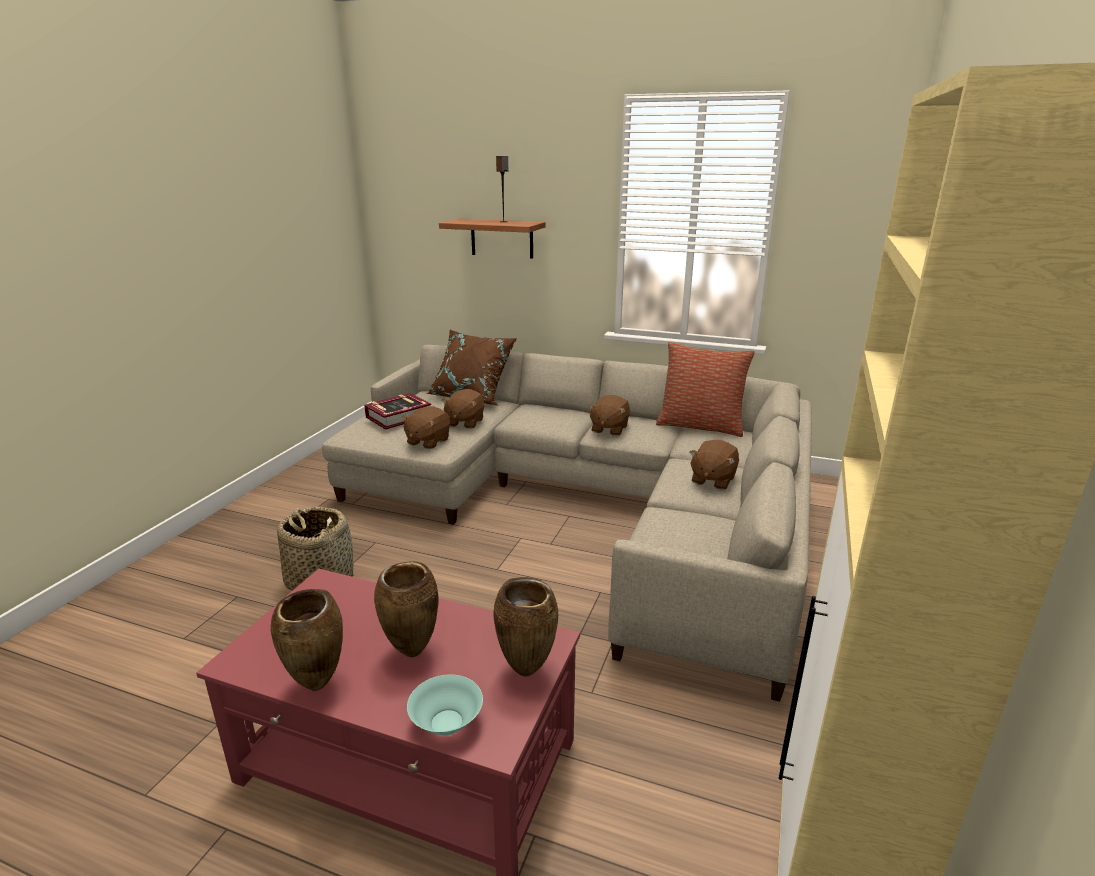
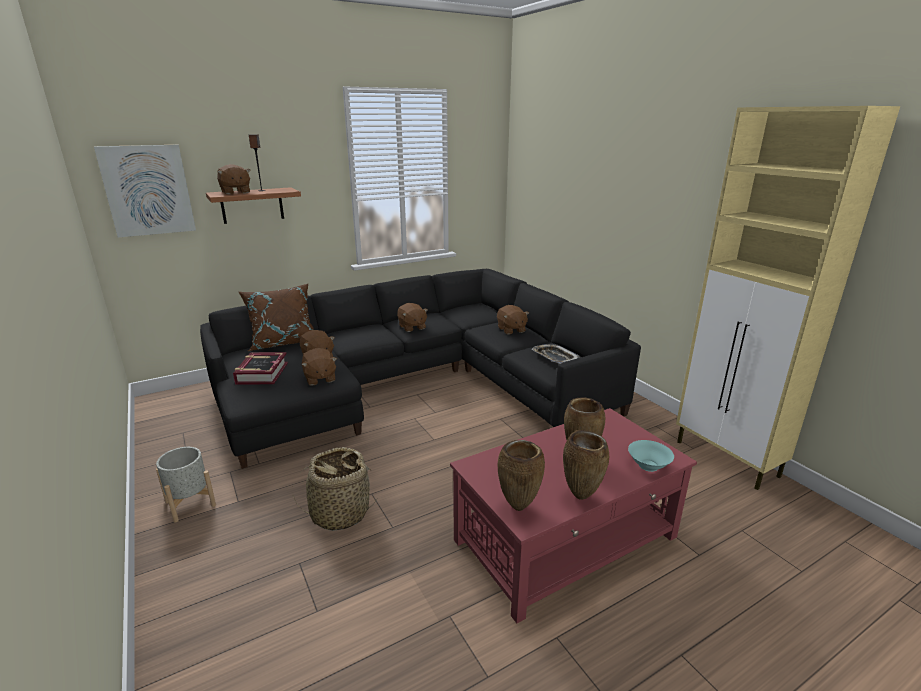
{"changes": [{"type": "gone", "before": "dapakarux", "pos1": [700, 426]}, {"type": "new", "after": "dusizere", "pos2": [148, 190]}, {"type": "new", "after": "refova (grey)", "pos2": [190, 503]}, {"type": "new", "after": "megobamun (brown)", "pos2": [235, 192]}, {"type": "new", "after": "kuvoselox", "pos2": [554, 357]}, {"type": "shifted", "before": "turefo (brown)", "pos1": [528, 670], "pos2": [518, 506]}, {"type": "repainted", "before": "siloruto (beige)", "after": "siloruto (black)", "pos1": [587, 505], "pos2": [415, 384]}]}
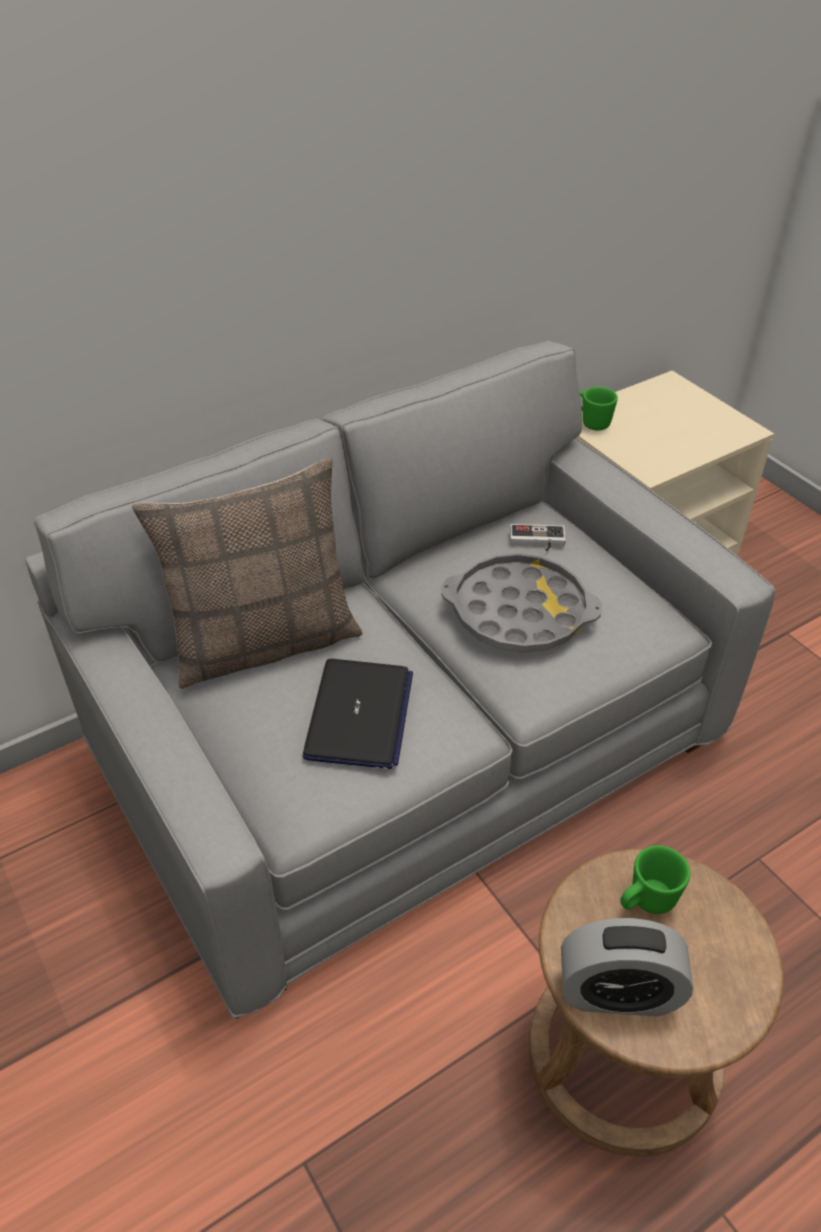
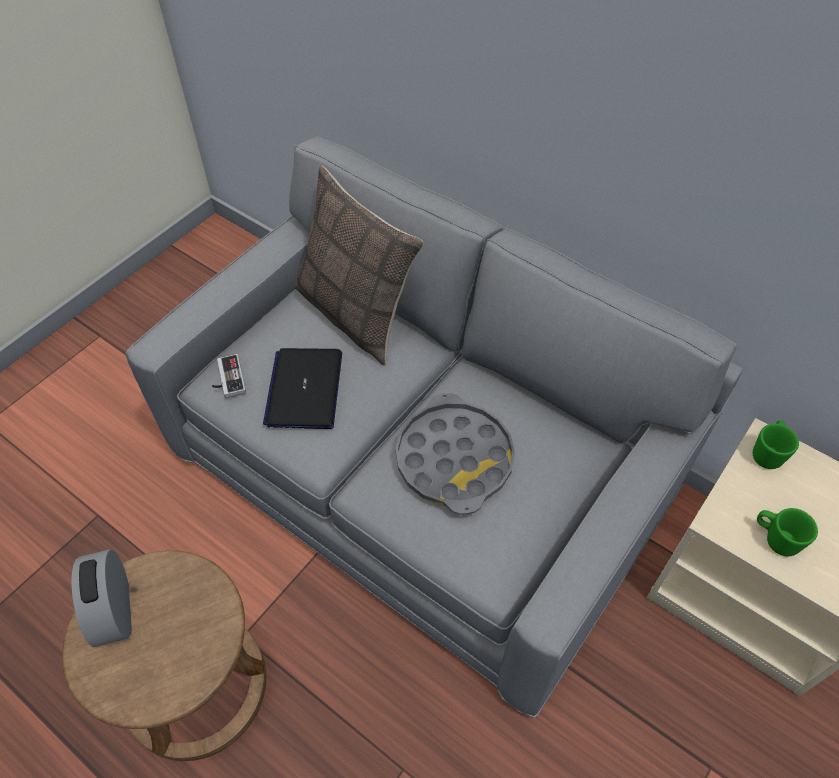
{"changes": [{"type": "shifted", "before": "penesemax", "pos1": [537, 542], "pos2": [227, 379]}, {"type": "shifted", "before": "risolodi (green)", "pos1": [646, 901], "pos2": [775, 539]}, {"type": "rotated", "before": "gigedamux", "pos1": [359, 715], "pos2": [304, 389], "turn": 105}]}
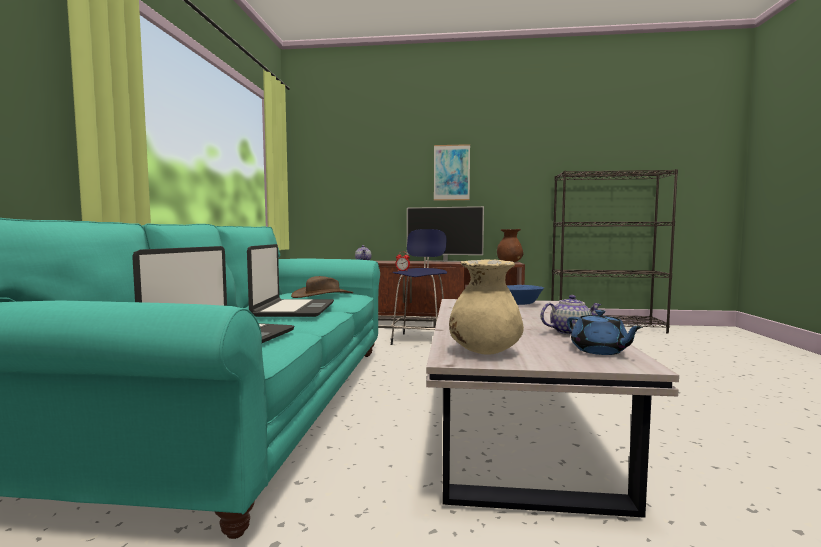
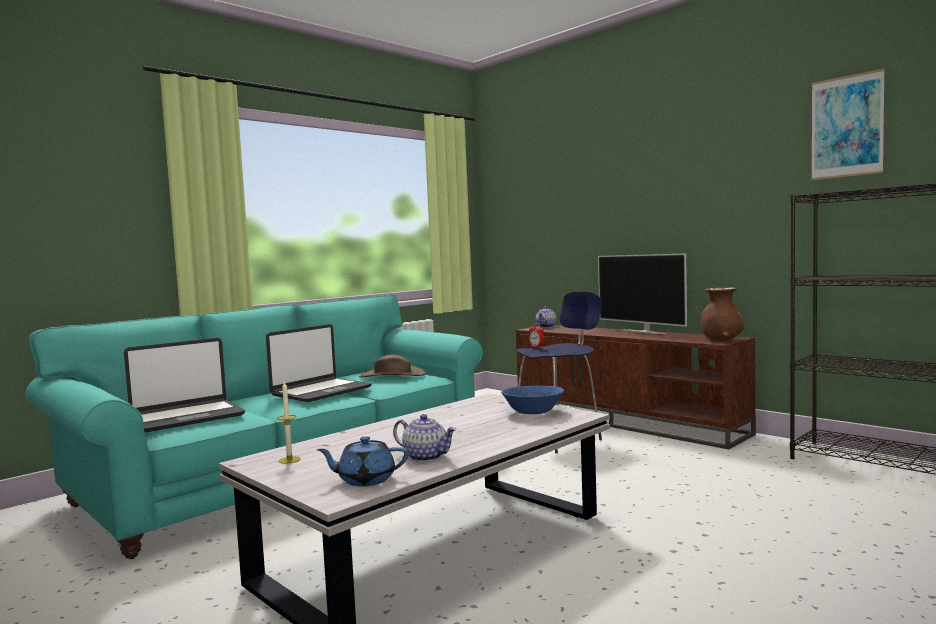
{"changes": [{"type": "shifted", "before": "dusizere", "pos1": [451, 172], "pos2": [846, 126]}, {"type": "swapped", "before": "turefo (beige)", "after": "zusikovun", "pos1": [484, 352], "pos2": [289, 460]}, {"type": "rotated", "before": "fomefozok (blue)", "pos1": [599, 351], "pos2": [365, 480], "turn": 75}]}
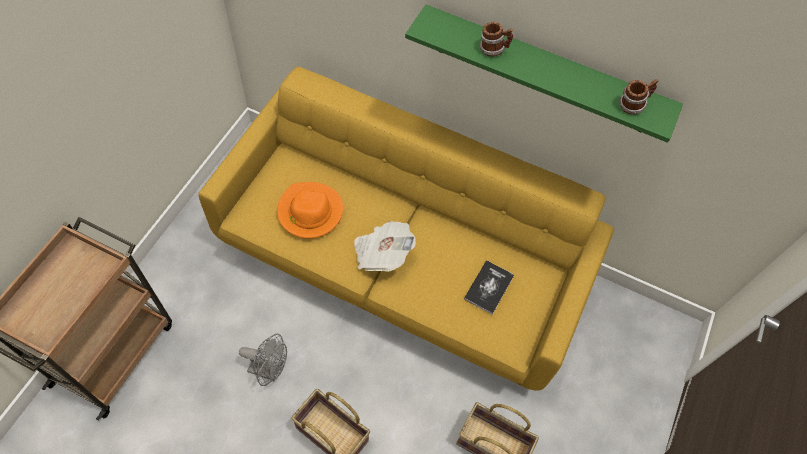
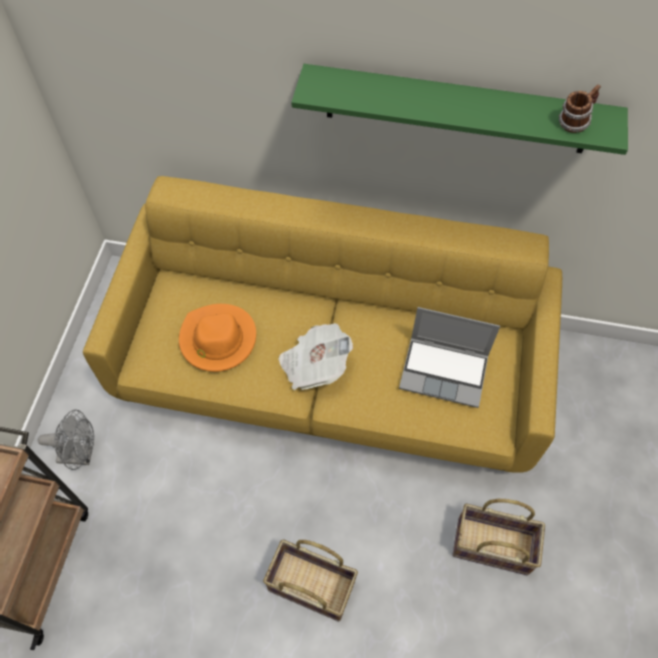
{"changes": [{"type": "gone", "before": "risolodi", "pos1": [493, 50]}, {"type": "shifted", "before": "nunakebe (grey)", "pos1": [269, 370], "pos2": [81, 455]}, {"type": "swapped", "before": "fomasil", "after": "gigedamux", "pos1": [489, 287], "pos2": [445, 371]}]}
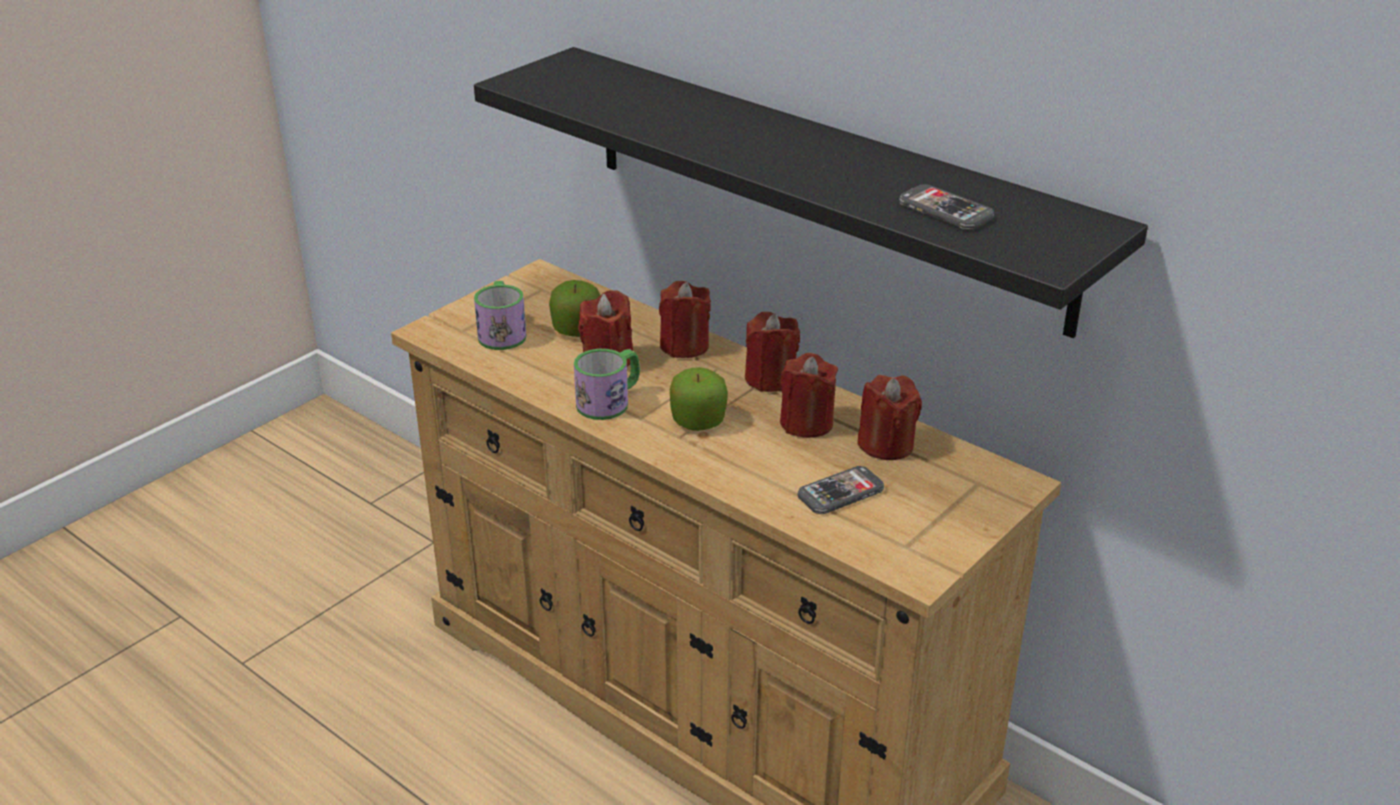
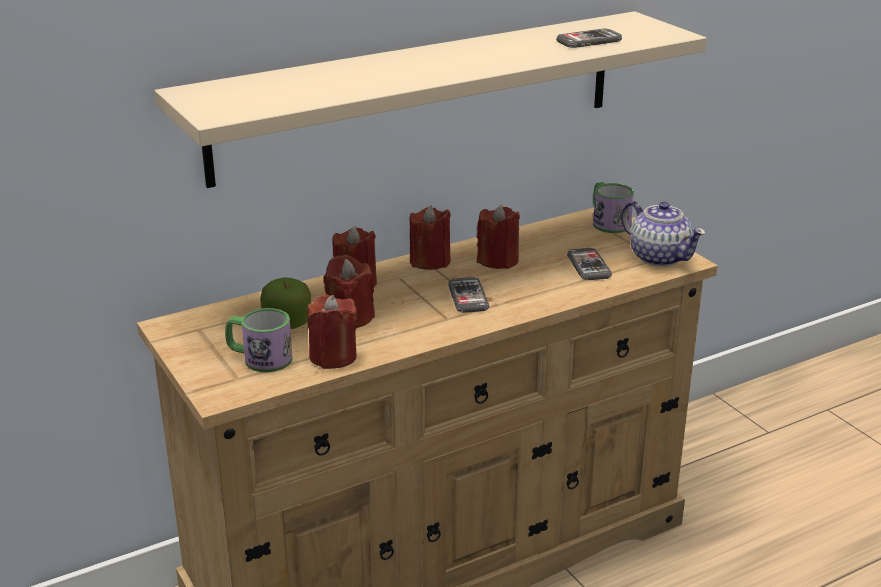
{"changes": [{"type": "new", "after": "fomefozok", "pos2": [659, 257]}, {"type": "shifted", "before": "risolodi", "pos1": [610, 401], "pos2": [607, 222]}, {"type": "shifted", "before": "zusikovun (red)", "pos1": [886, 445], "pos2": [333, 357]}, {"type": "swapped", "before": "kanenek", "after": "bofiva", "pos1": [698, 421], "pos2": [468, 297]}, {"type": "repainted", "before": "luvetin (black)", "after": "luvetin (beige)", "pos1": [820, 184], "pos2": [419, 95]}]}
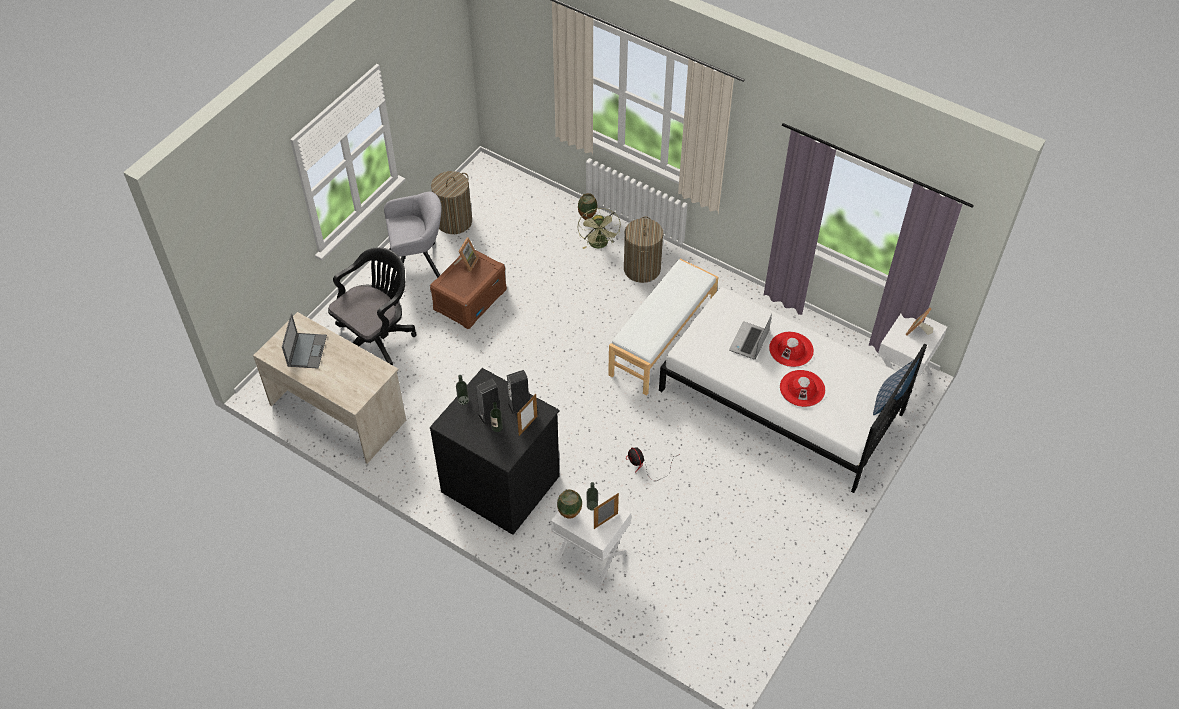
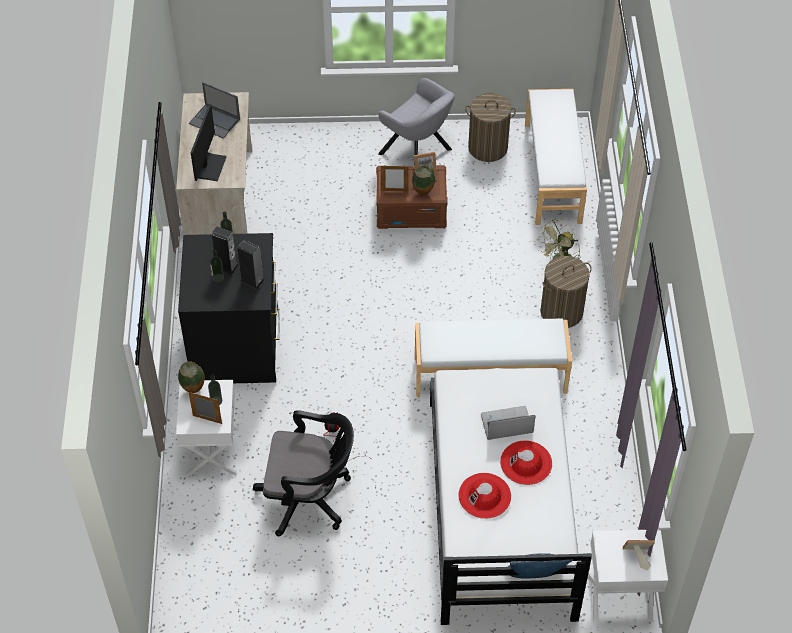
{"changes": [{"type": "new", "after": "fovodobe", "pos2": [210, 166]}, {"type": "new", "after": "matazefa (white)", "pos2": [553, 173]}, {"type": "shifted", "before": "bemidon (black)", "pos1": [377, 338], "pos2": [309, 498]}, {"type": "shifted", "before": "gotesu", "pos1": [528, 426], "pos2": [394, 190]}, {"type": "shifted", "before": "turefo", "pos1": [587, 218], "pos2": [423, 194]}, {"type": "rotated", "before": "gigedamux", "pos1": [307, 350], "pos2": [215, 121], "turn": 60}]}
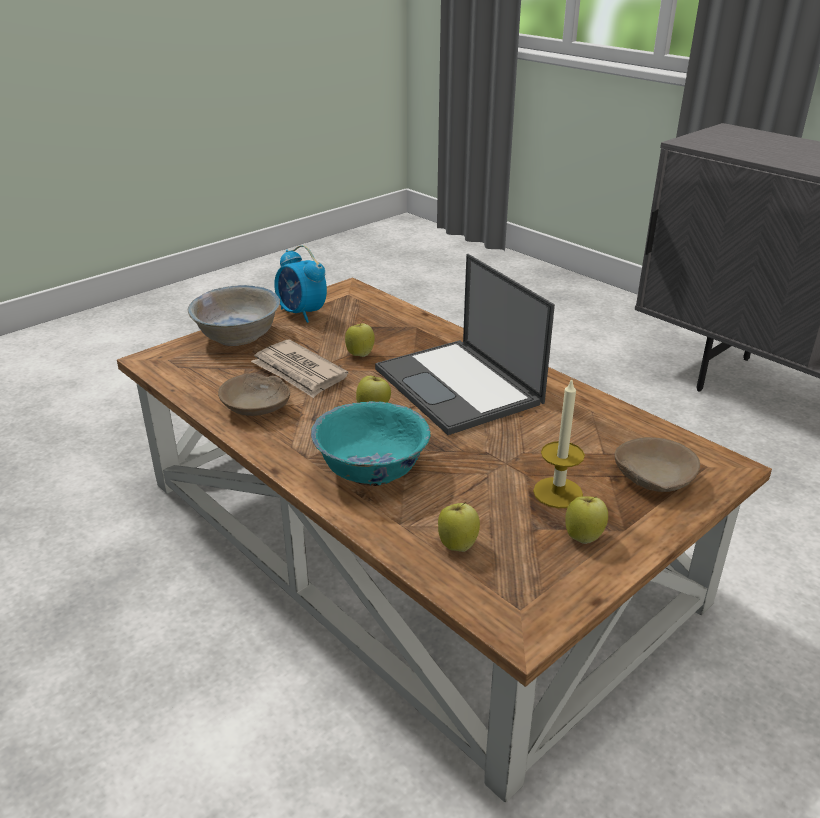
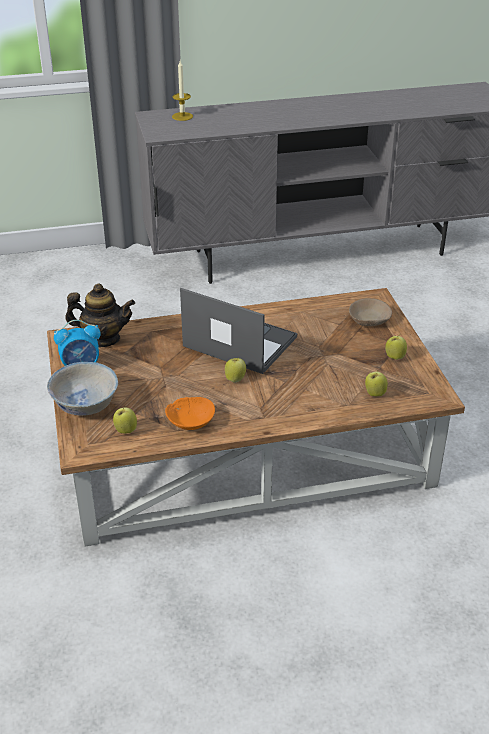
{"changes": [{"type": "gone", "before": "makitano", "pos1": [299, 372]}, {"type": "gone", "before": "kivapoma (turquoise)", "pos1": [371, 468]}, {"type": "new", "after": "fomefozok", "pos2": [103, 339]}, {"type": "shifted", "before": "kanenek", "pos1": [360, 354], "pos2": [125, 430]}, {"type": "shifted", "before": "zusikovun", "pos1": [558, 492], "pos2": [182, 116]}, {"type": "repainted", "before": "kivapoma (beige)", "after": "kivapoma (orange)", "pos1": [256, 406], "pos2": [190, 421]}, {"type": "rotated", "before": "gigedamux", "pos1": [459, 386], "pos2": [238, 341], "turn": -150}]}
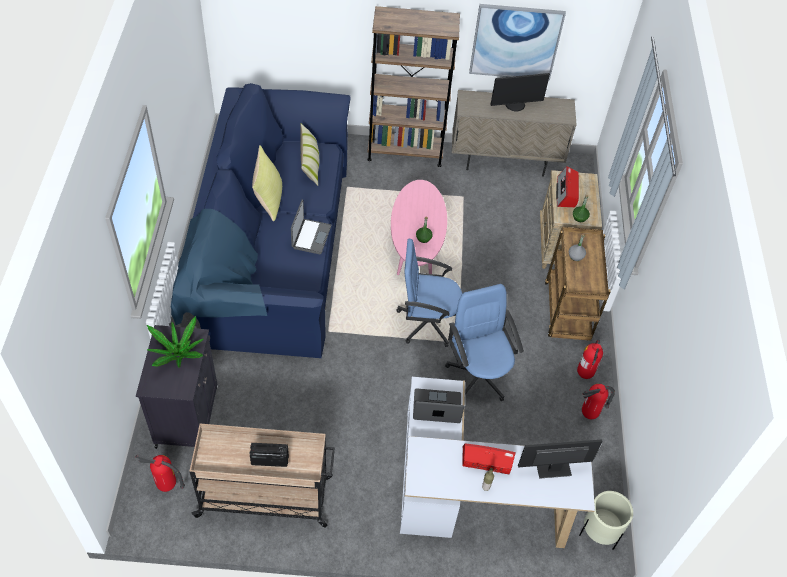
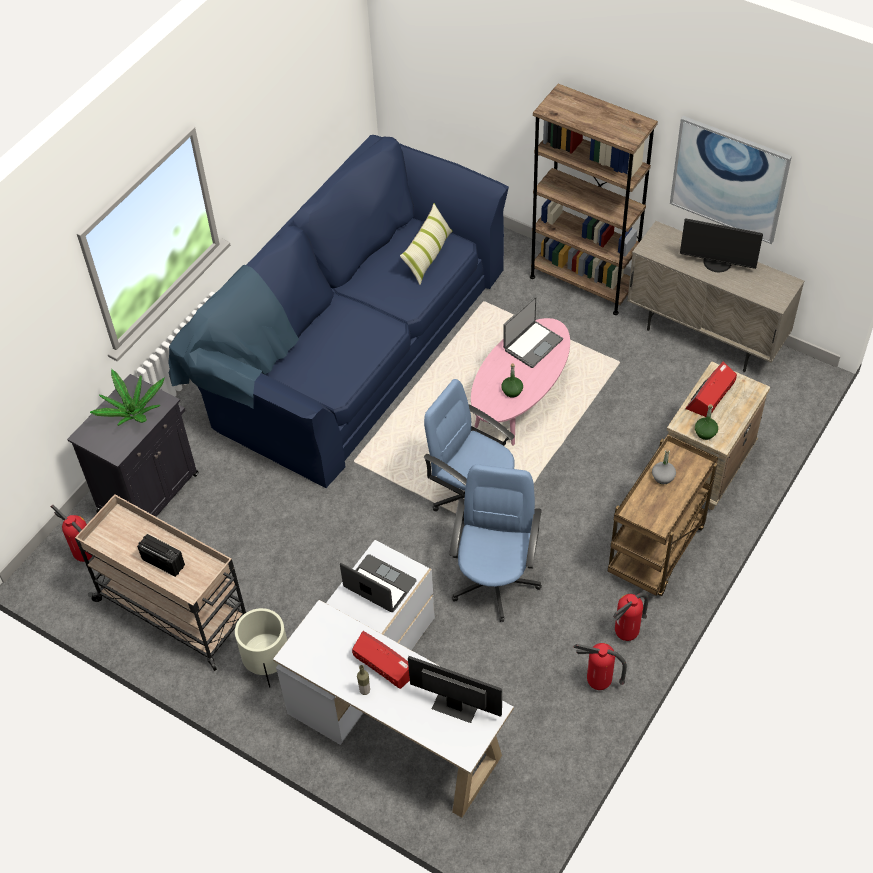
{"changes": [{"type": "gone", "before": "dapakarux (yellow)", "pos1": [269, 199]}, {"type": "shifted", "before": "gigedamux", "pos1": [310, 237], "pos2": [532, 344]}, {"type": "shifted", "before": "refova (beige)", "pos1": [598, 533], "pos2": [268, 665]}]}
